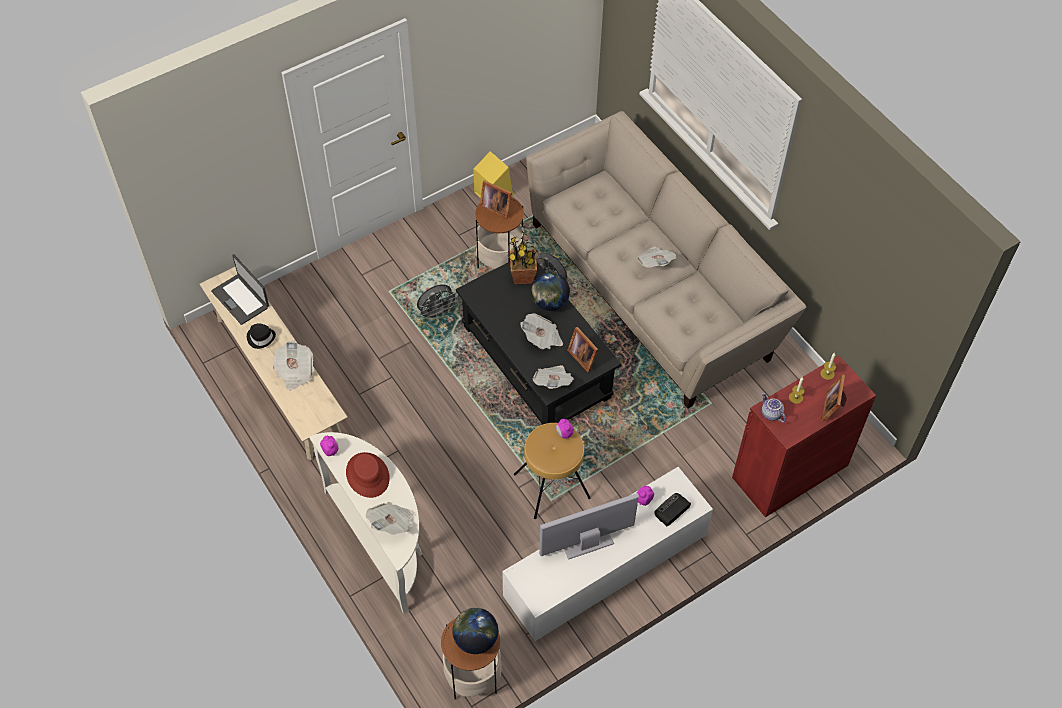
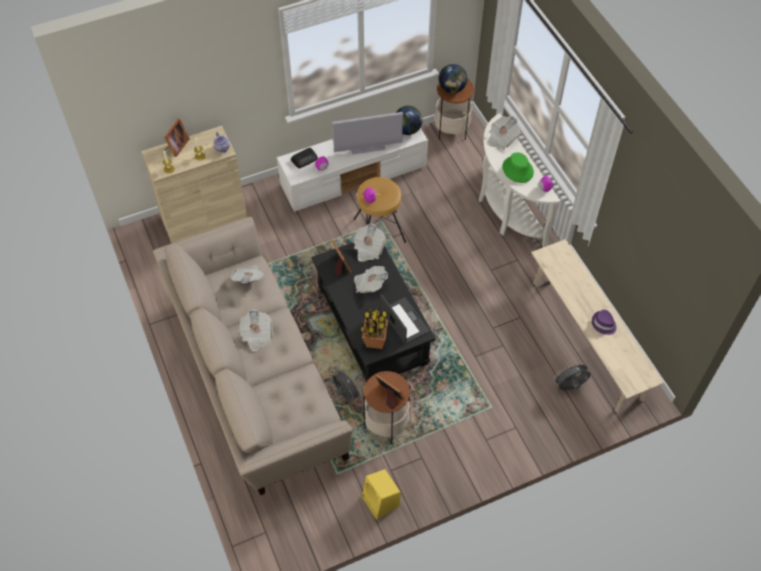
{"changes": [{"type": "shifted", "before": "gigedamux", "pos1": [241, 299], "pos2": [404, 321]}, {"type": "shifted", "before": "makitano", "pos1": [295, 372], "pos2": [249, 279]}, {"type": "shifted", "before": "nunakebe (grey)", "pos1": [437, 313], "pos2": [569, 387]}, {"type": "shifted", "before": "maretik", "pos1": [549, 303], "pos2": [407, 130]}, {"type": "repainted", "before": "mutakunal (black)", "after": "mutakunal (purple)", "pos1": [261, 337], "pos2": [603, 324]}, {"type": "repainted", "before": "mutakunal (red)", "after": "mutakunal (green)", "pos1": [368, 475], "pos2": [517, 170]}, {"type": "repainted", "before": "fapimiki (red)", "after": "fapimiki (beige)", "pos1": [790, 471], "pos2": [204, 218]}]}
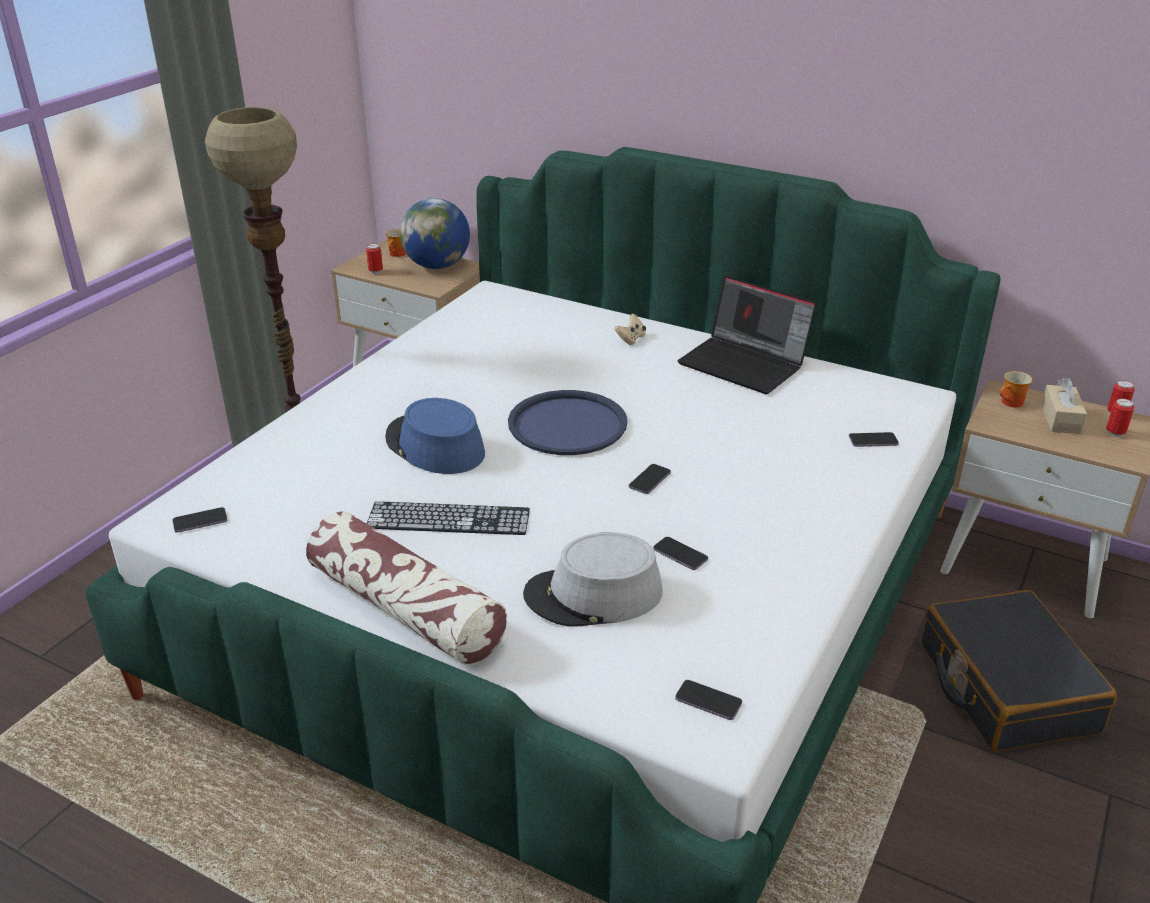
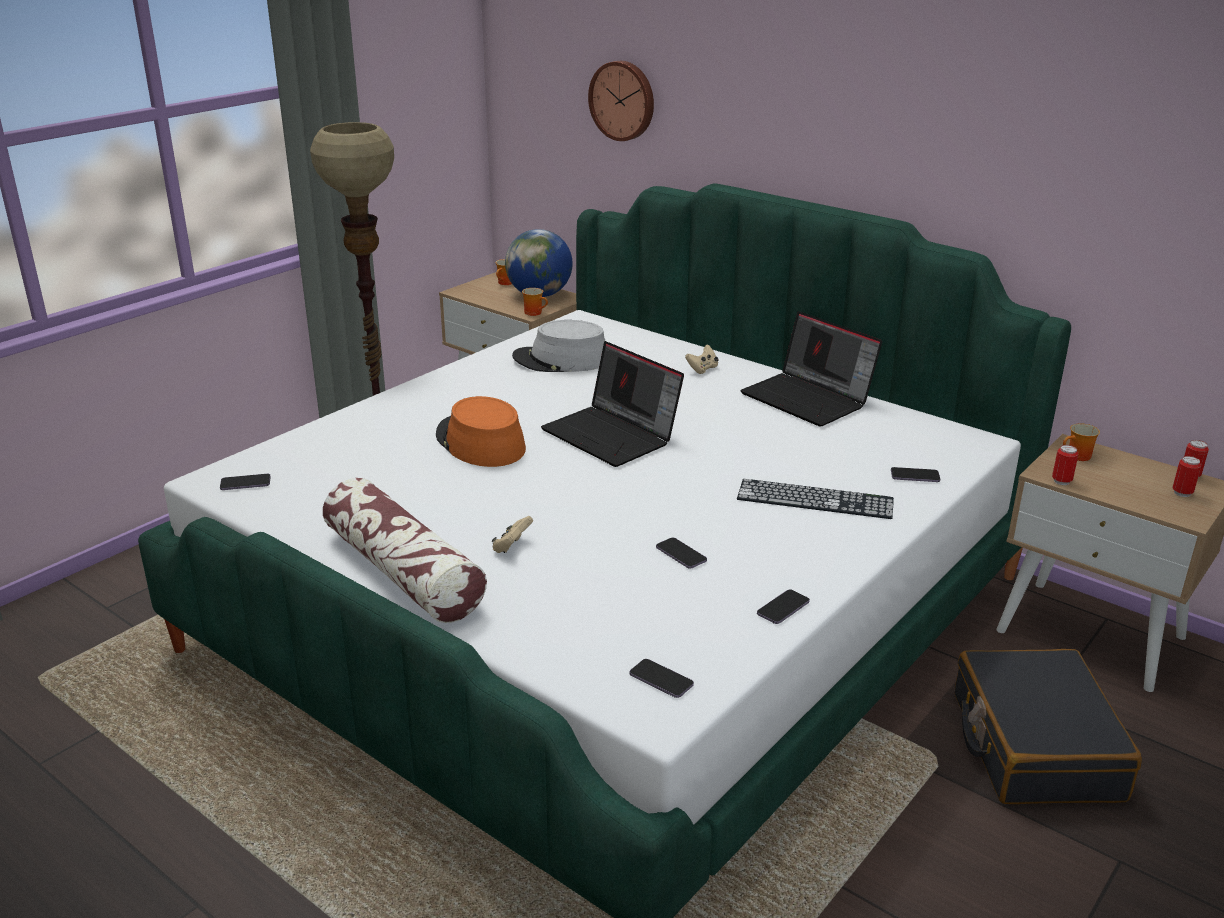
{"changes": [{"type": "gone", "before": "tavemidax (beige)", "pos1": [1060, 419]}, {"type": "new", "after": "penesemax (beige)", "pos2": [512, 547]}, {"type": "new", "after": "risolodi", "pos2": [535, 313]}, {"type": "new", "after": "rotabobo", "pos2": [623, 100]}, {"type": "shifted", "before": "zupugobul", "pos1": [375, 271], "pos2": [1061, 481]}, {"type": "shifted", "before": "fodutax", "pos1": [448, 519], "pos2": [815, 499]}, {"type": "shifted", "before": "mutakunal (grey)", "pos1": [593, 595], "pos2": [561, 360]}, {"type": "shifted", "before": "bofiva", "pos1": [649, 480], "pos2": [783, 608]}, {"type": "swapped", "before": "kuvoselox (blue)", "after": "gigedamux", "pos1": [567, 424], "pos2": [613, 435]}, {"type": "repainted", "before": "mutakunal (blue)", "after": "mutakunal (orange)", "pos1": [434, 446], "pos2": [479, 442]}]}
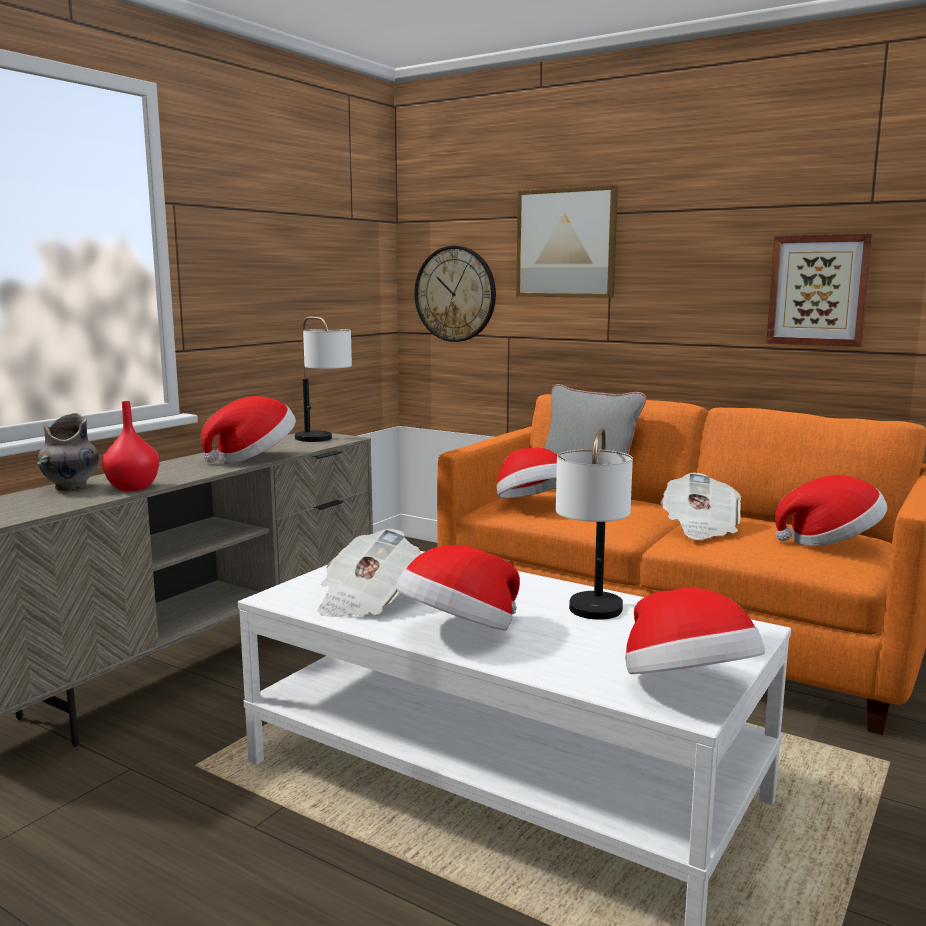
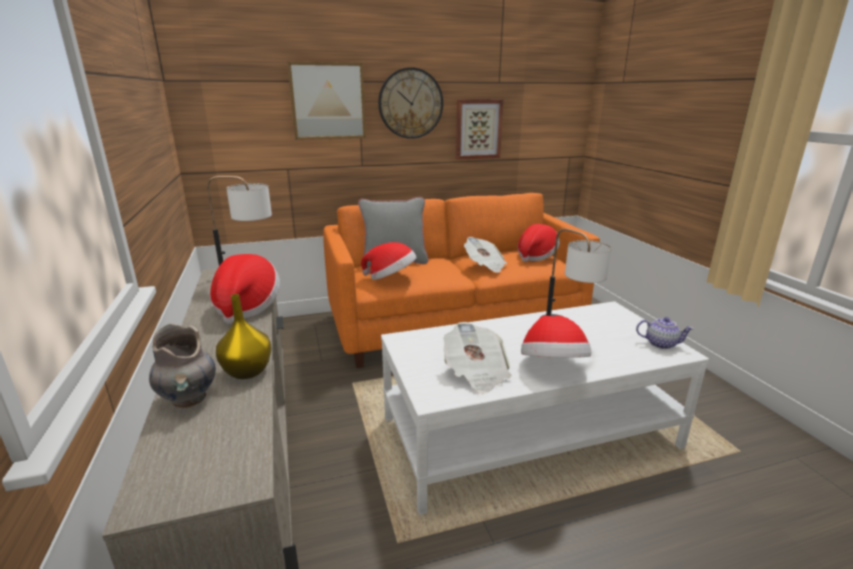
{"changes": [{"type": "shifted", "before": "rotabobo", "pos1": [455, 294], "pos2": [410, 103]}, {"type": "swapped", "before": "mutakunal", "after": "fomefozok", "pos1": [687, 688], "pos2": [661, 344]}, {"type": "repainted", "before": "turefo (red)", "after": "turefo (yellow)", "pos1": [133, 488], "pos2": [248, 371]}]}
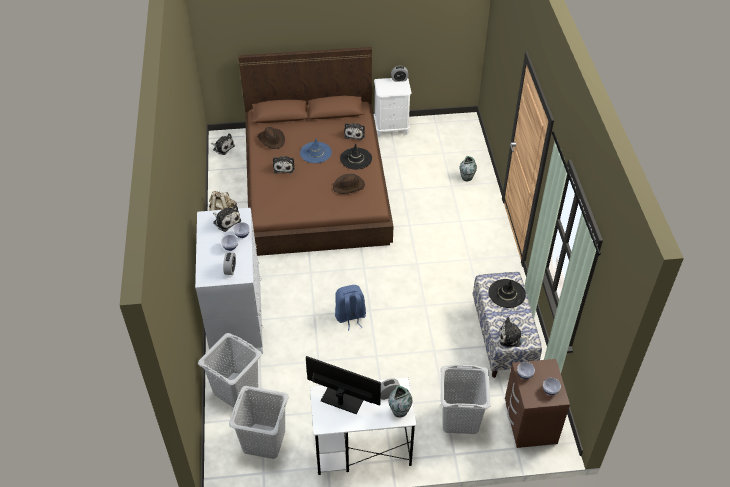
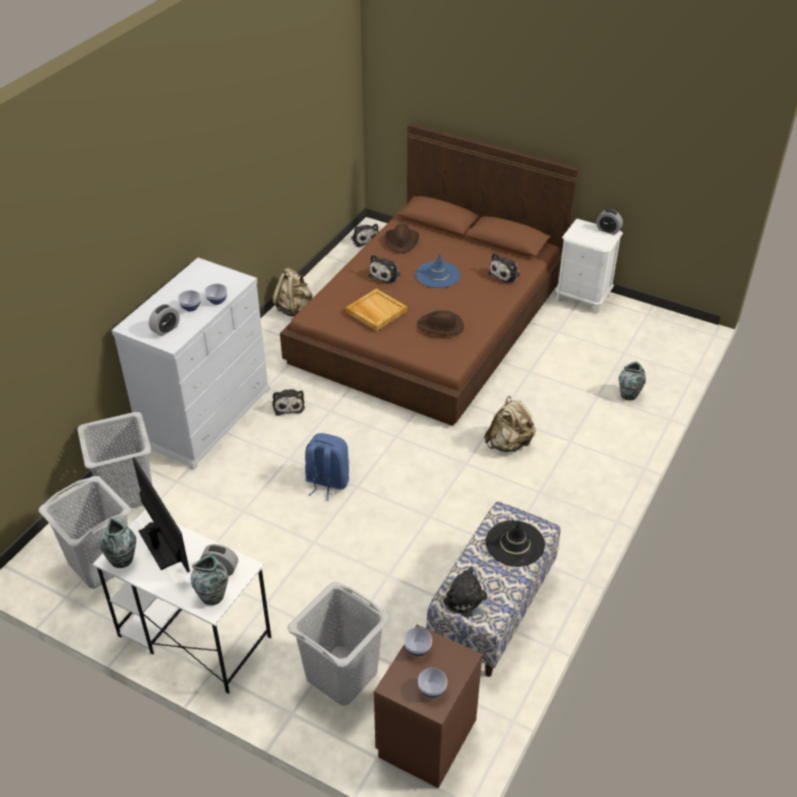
{"changes": [{"type": "gone", "before": "mutakunal (black)", "pos1": [356, 158]}, {"type": "new", "after": "turefo", "pos2": [122, 560]}, {"type": "new", "after": "kuvoselox (beige)", "pos2": [375, 311]}, {"type": "new", "after": "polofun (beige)", "pos2": [509, 443]}, {"type": "shifted", "before": "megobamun", "pos1": [226, 221], "pos2": [288, 405]}]}
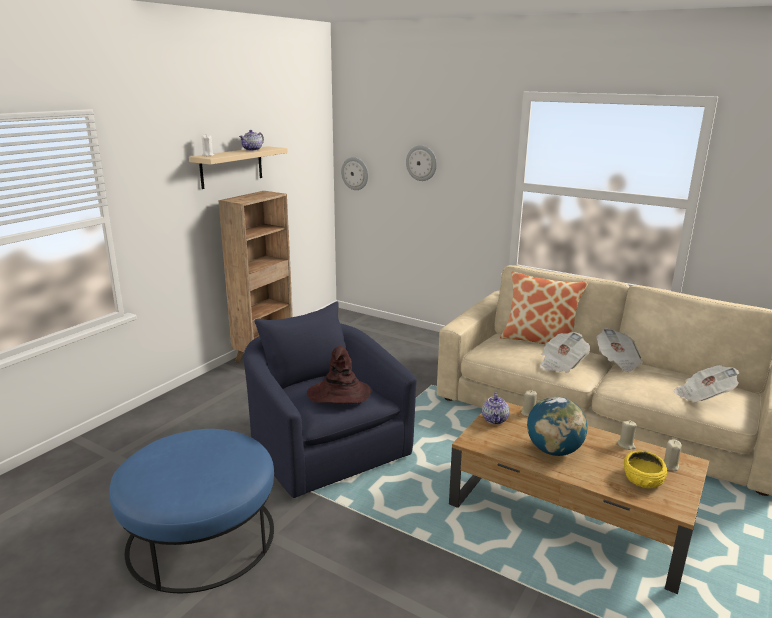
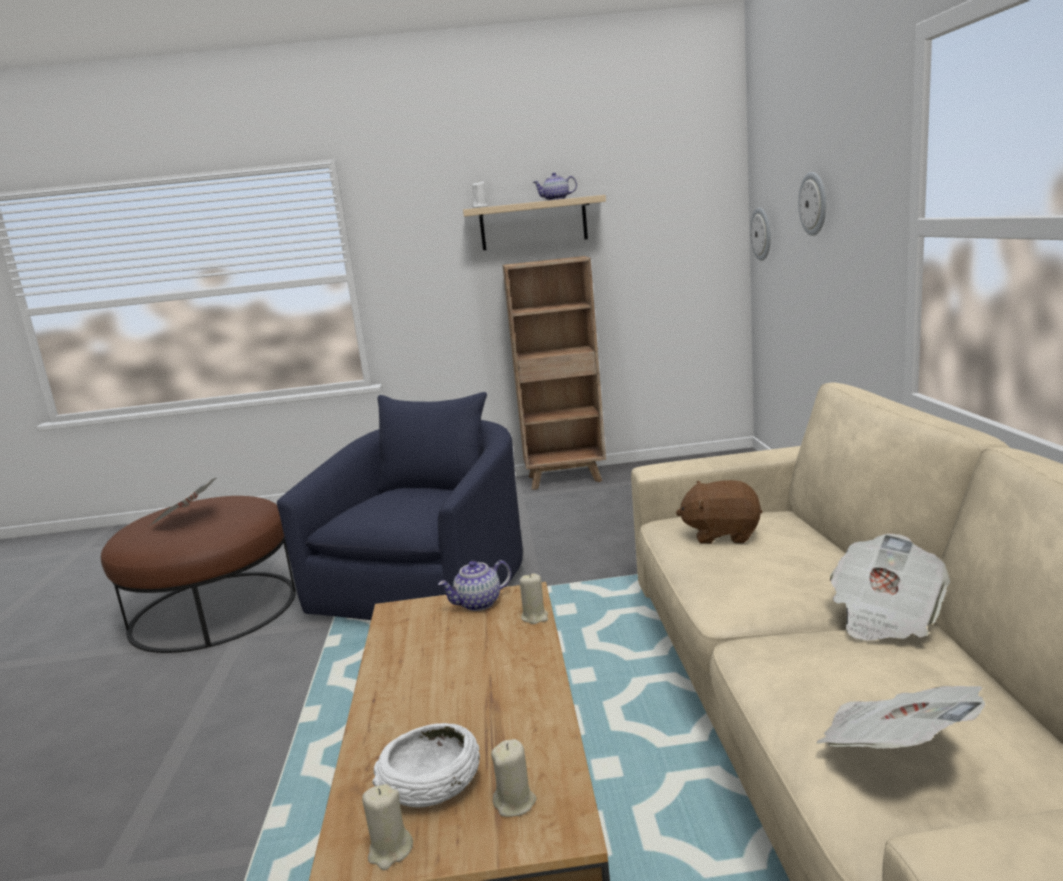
{"changes": [{"type": "gone", "before": "mutakunal (brown)", "pos1": [339, 394]}, {"type": "gone", "before": "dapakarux", "pos1": [539, 341]}, {"type": "gone", "before": "maretik", "pos1": [553, 450]}, {"type": "new", "after": "megobamun (brown)", "pos2": [721, 534]}, {"type": "shifted", "before": "makitano", "pos1": [561, 364], "pos2": [186, 520]}, {"type": "shifted", "before": "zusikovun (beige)", "pos1": [626, 445], "pos2": [390, 851]}, {"type": "repainted", "before": "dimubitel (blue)", "after": "dimubitel (brown)", "pos1": [201, 537], "pos2": [214, 609]}, {"type": "repainted", "before": "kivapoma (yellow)", "after": "kivapoma (white)", "pos1": [643, 478], "pos2": [432, 785]}]}
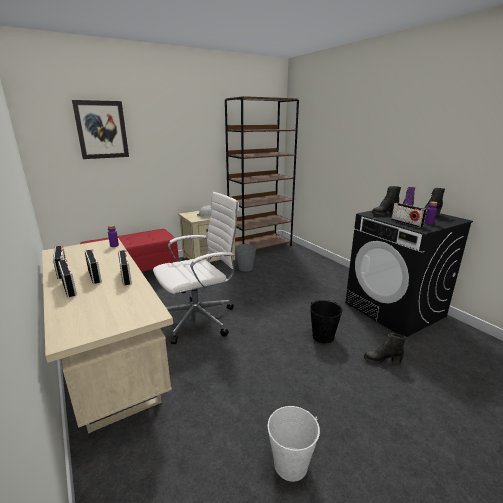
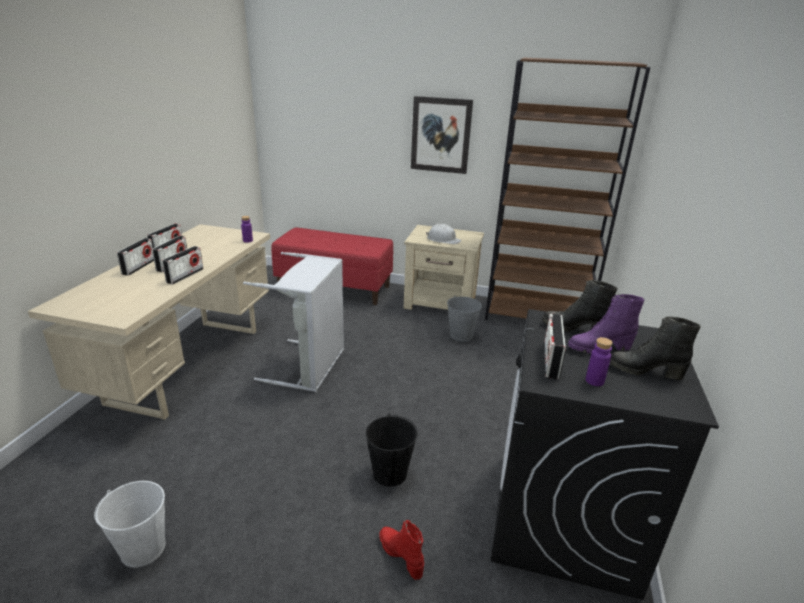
{"changes": [{"type": "shifted", "before": "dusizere", "pos1": [101, 130], "pos2": [441, 135]}, {"type": "swapped", "before": "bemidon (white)", "after": "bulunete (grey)", "pos1": [199, 319], "pos2": [310, 367]}, {"type": "repainted", "before": "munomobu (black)", "after": "munomobu (red)", "pos1": [382, 360], "pos2": [401, 555]}]}
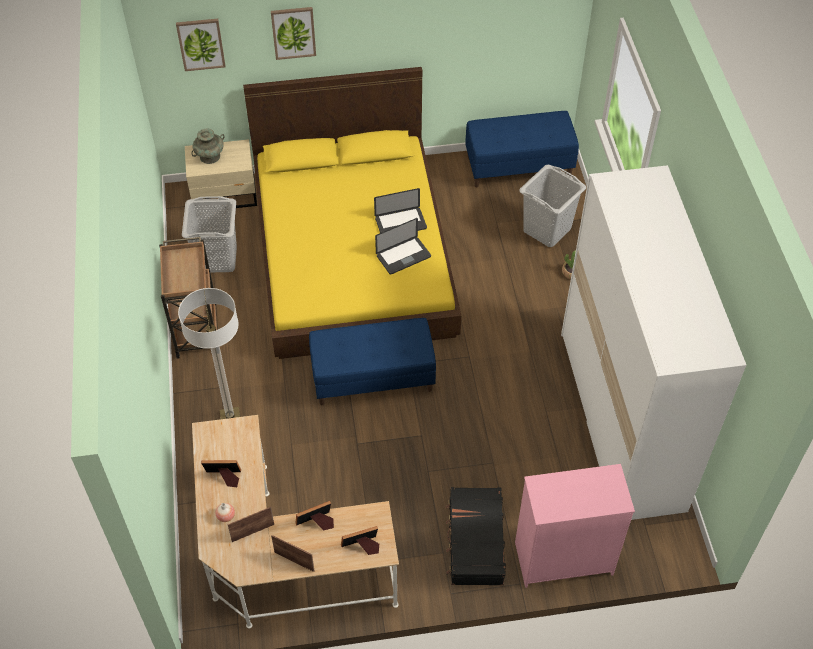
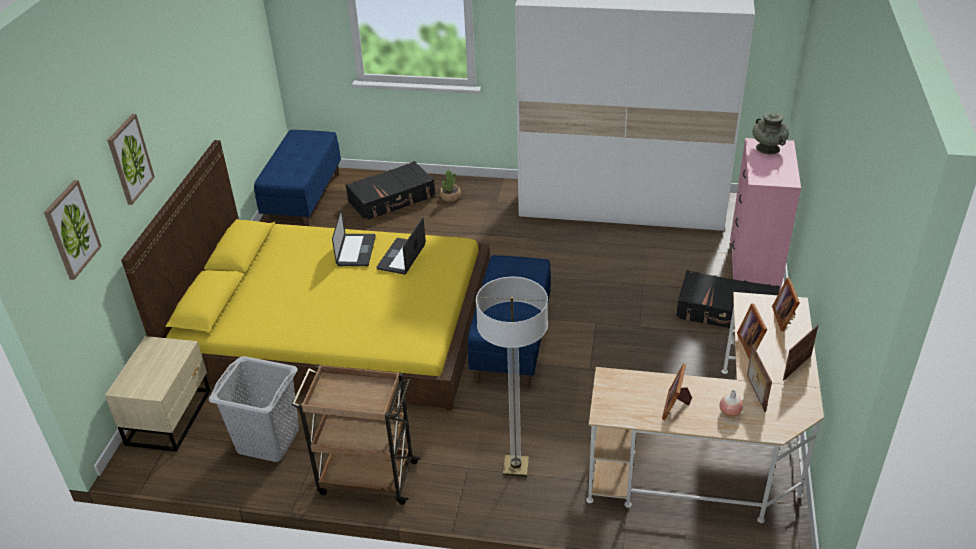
{"changes": [{"type": "shifted", "before": "turefo (turquoise)", "pos1": [210, 156], "pos2": [767, 148]}, {"type": "swapped", "before": "bulunete (grey)", "after": "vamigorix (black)", "pos1": [547, 229], "pos2": [392, 199]}, {"type": "rotated", "before": "gigedamux", "pos1": [403, 256], "pos2": [401, 257], "turn": -150}]}
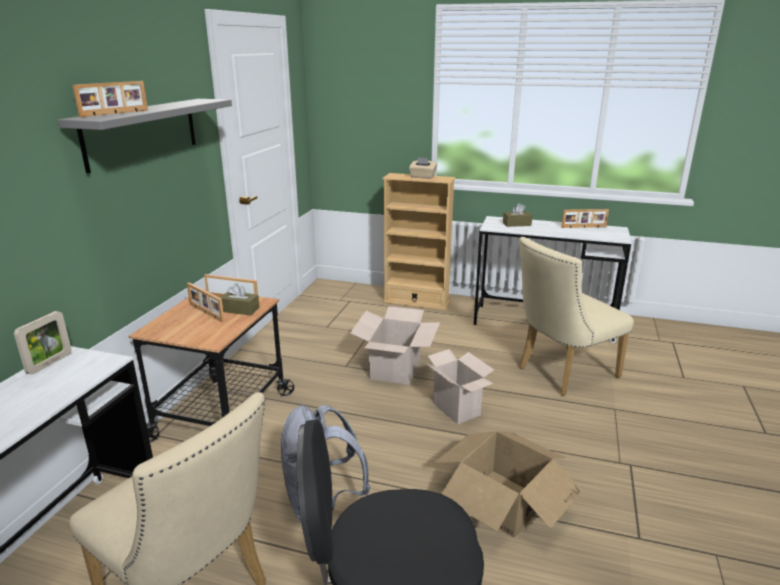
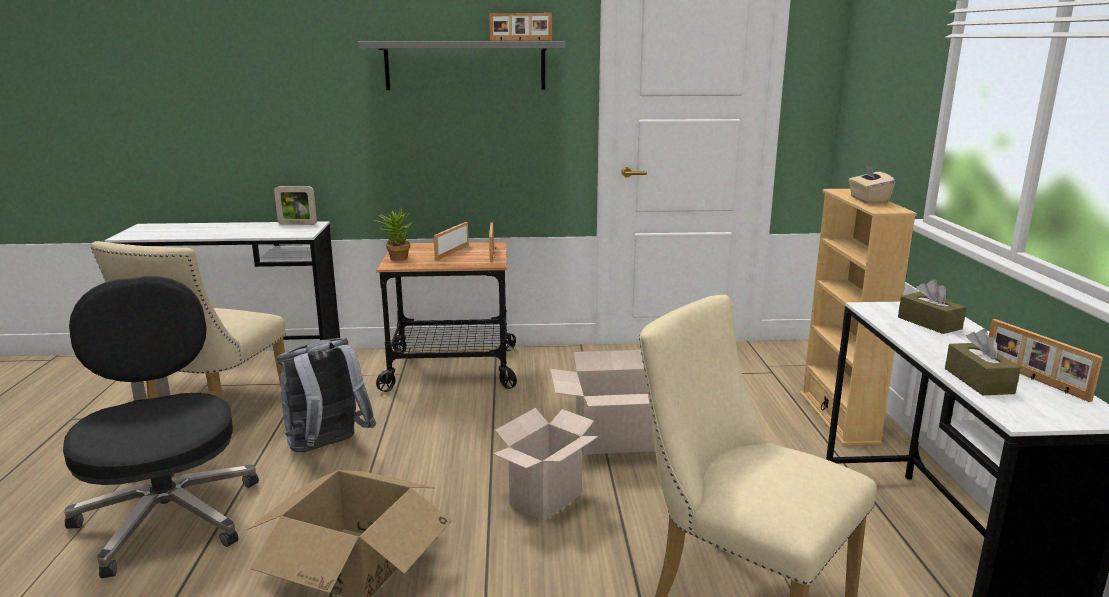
{"changes": [{"type": "new", "after": "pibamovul", "pos2": [396, 258]}, {"type": "shifted", "before": "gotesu", "pos1": [115, 113], "pos2": [520, 40]}, {"type": "shifted", "before": "tavemidax (brown)", "pos1": [240, 309], "pos2": [978, 381]}]}
